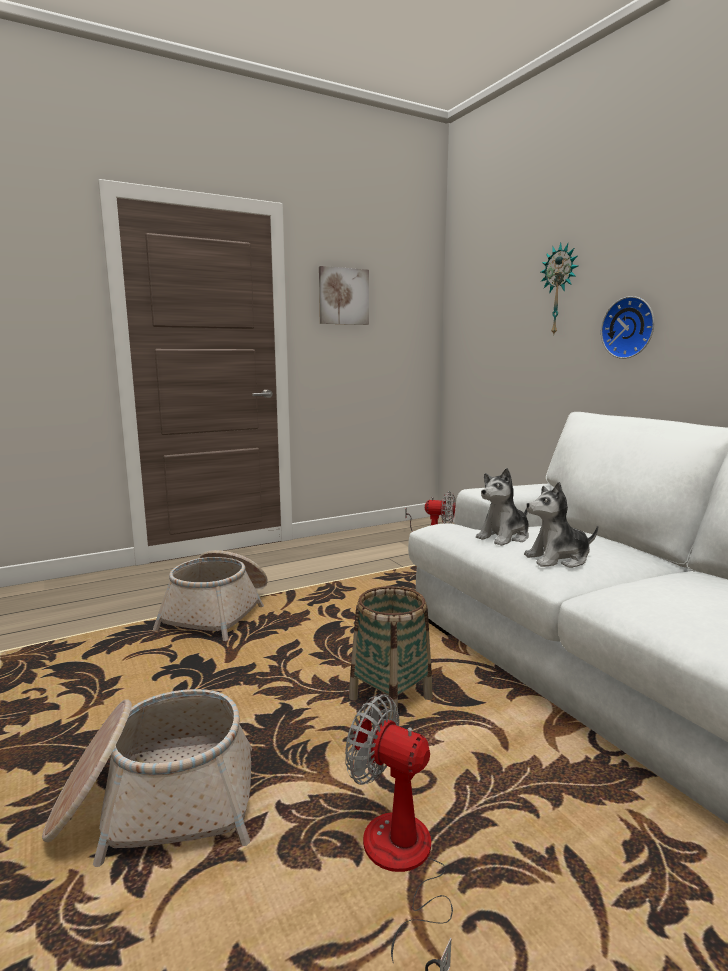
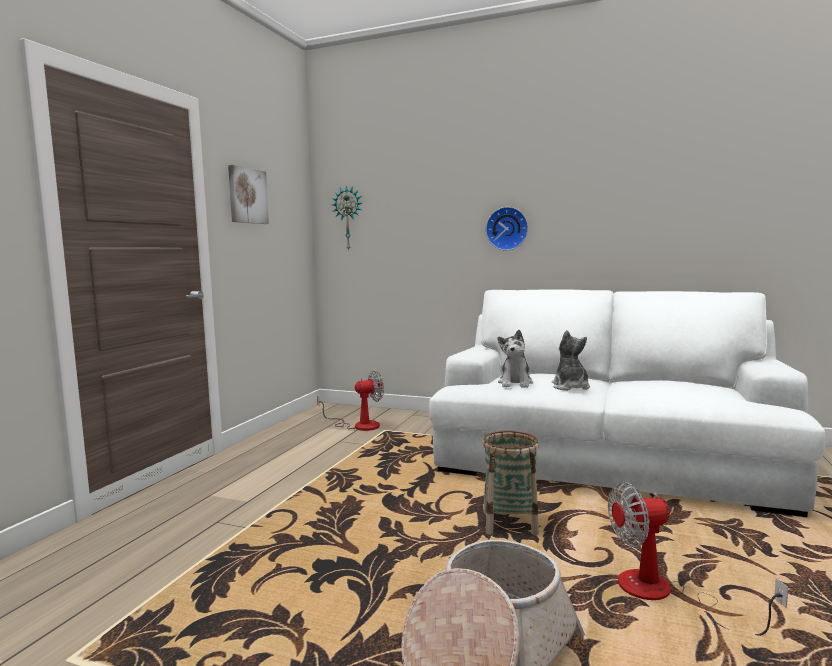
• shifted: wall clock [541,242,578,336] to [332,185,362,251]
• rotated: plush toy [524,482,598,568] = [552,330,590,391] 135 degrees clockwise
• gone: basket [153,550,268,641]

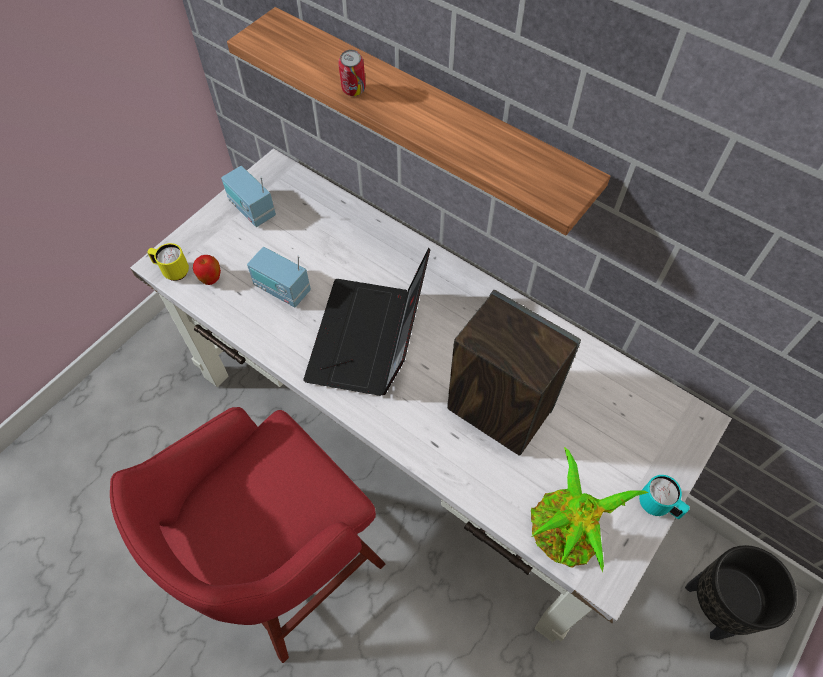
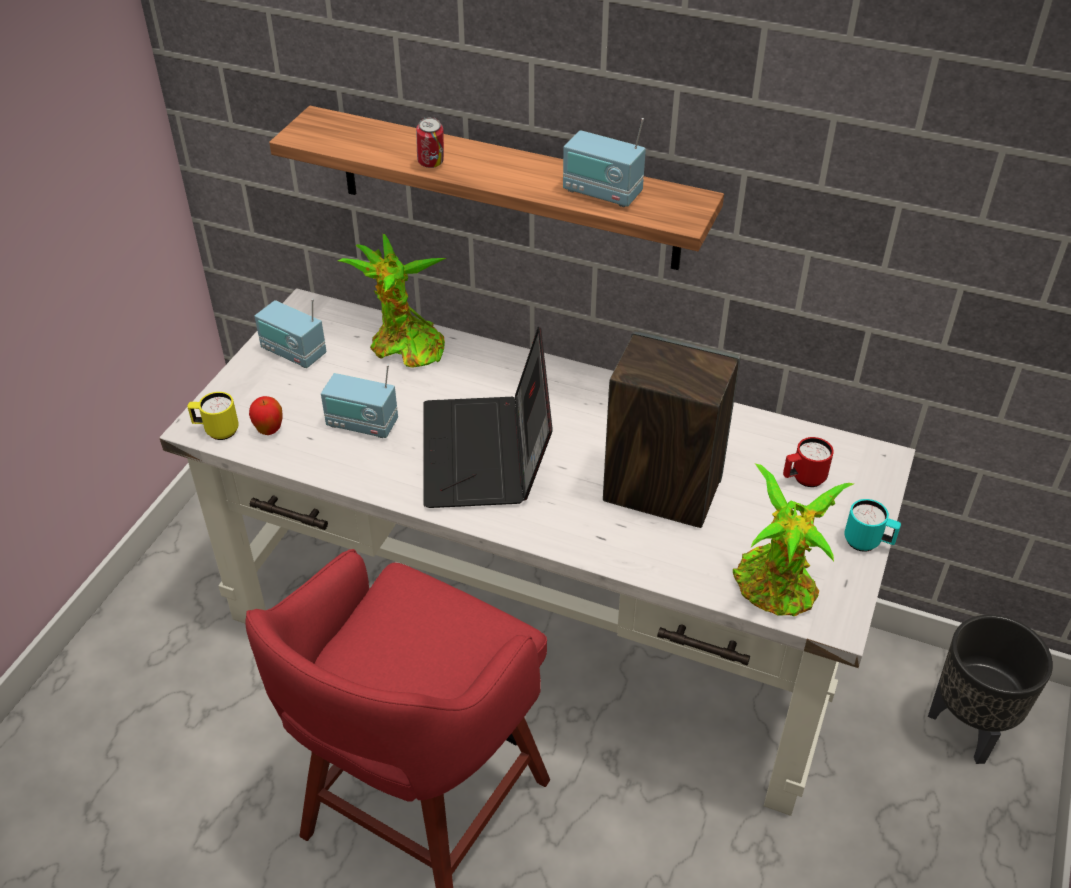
• new: radio [563,118,646,207]
• new: potted plant [338,234,446,368]
• new: red mug [783,437,834,487]

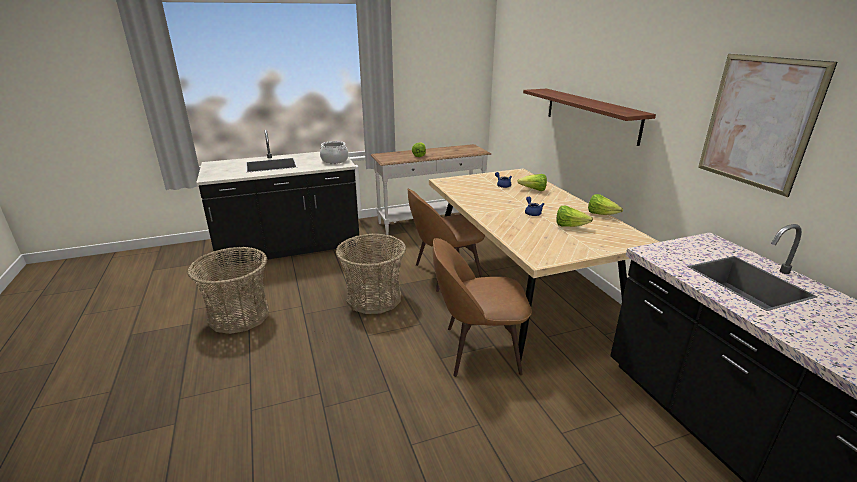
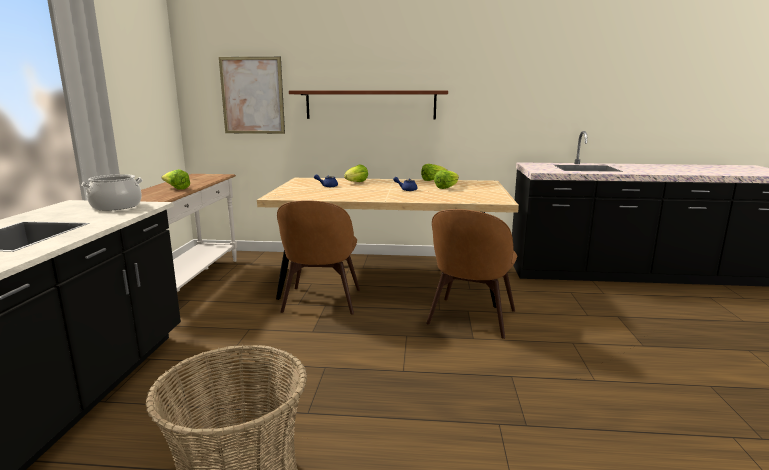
• shifted: picture [698,54,838,197] to [219,57,285,134]
• gone: basket [336,234,406,314]

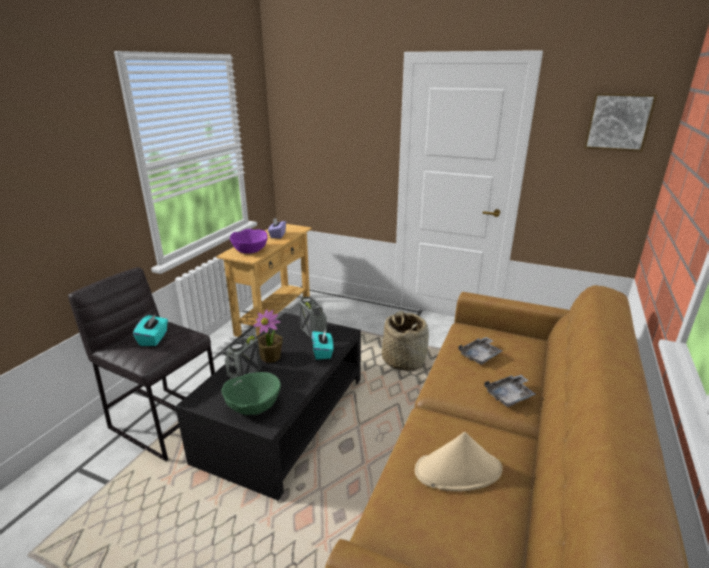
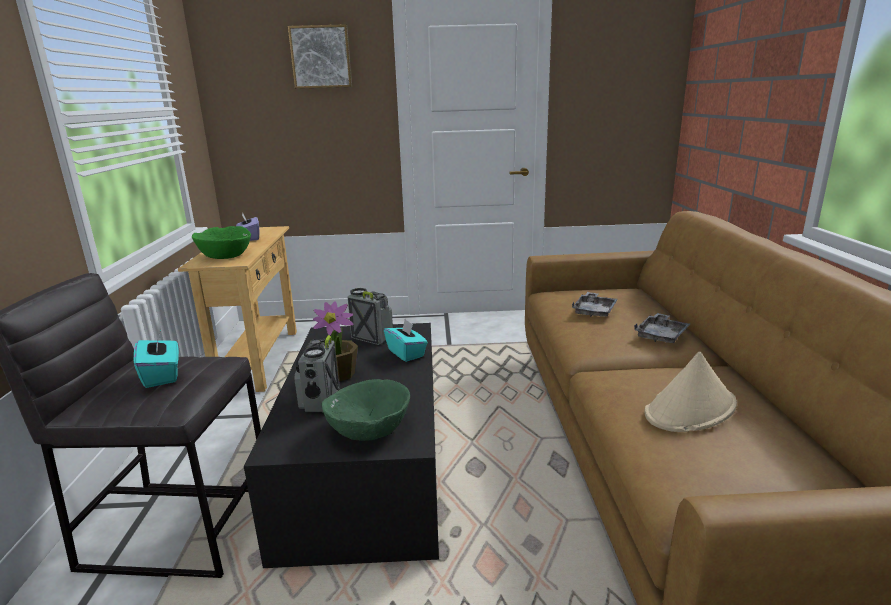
• shifted: picture [584,93,657,152] to [288,24,352,89]
• repainted: purple bowl [230,229,268,254] to green bowl [192,226,251,259]
• gone: basket [382,311,429,371]

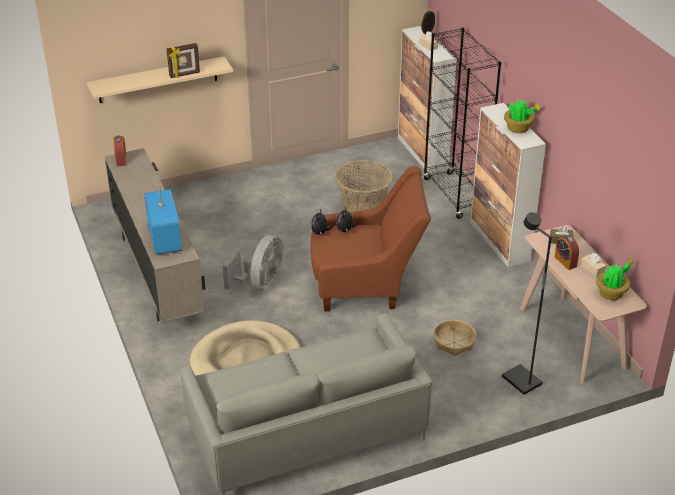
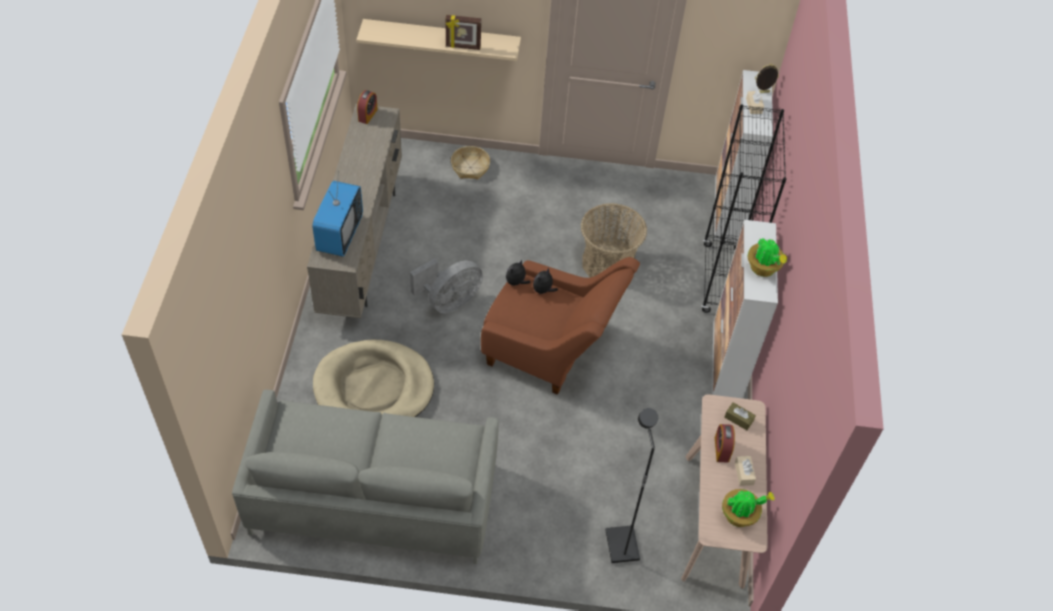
• shifted: basket [434,320,476,356] to [451,146,490,179]

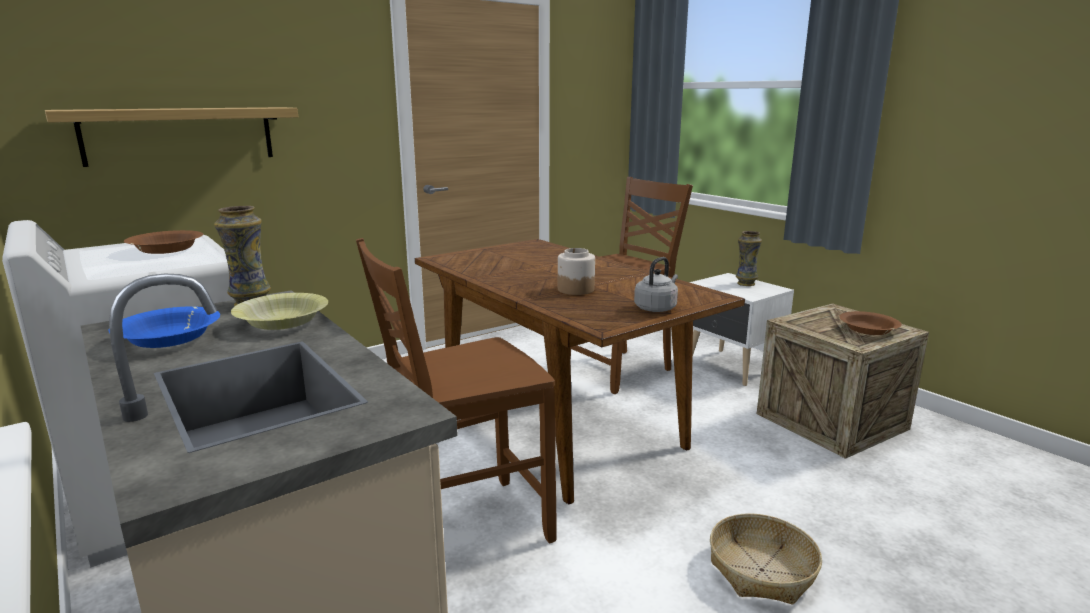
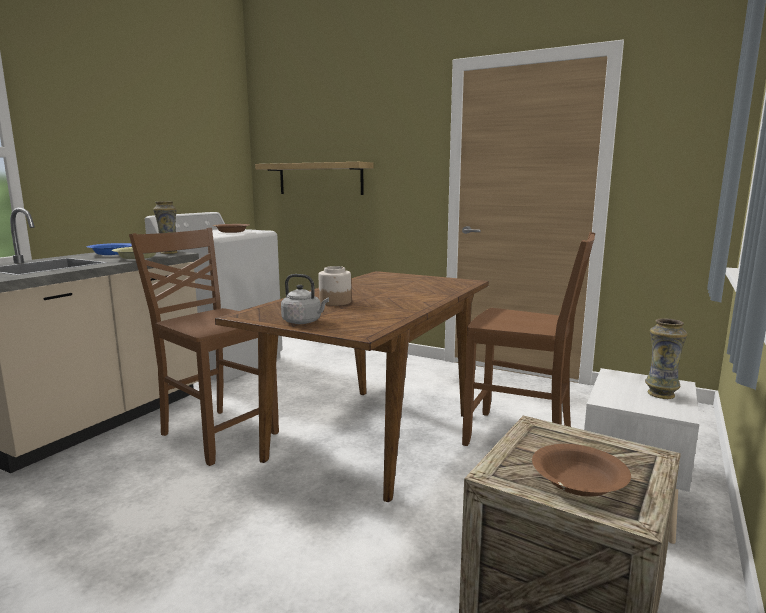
• gone: basket [710,513,822,605]

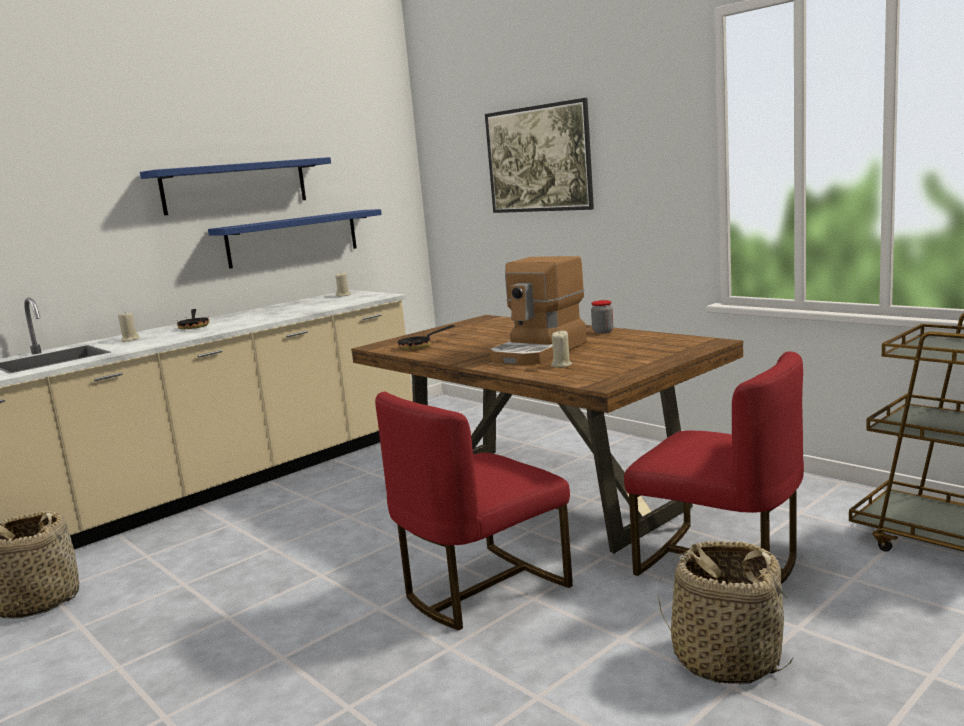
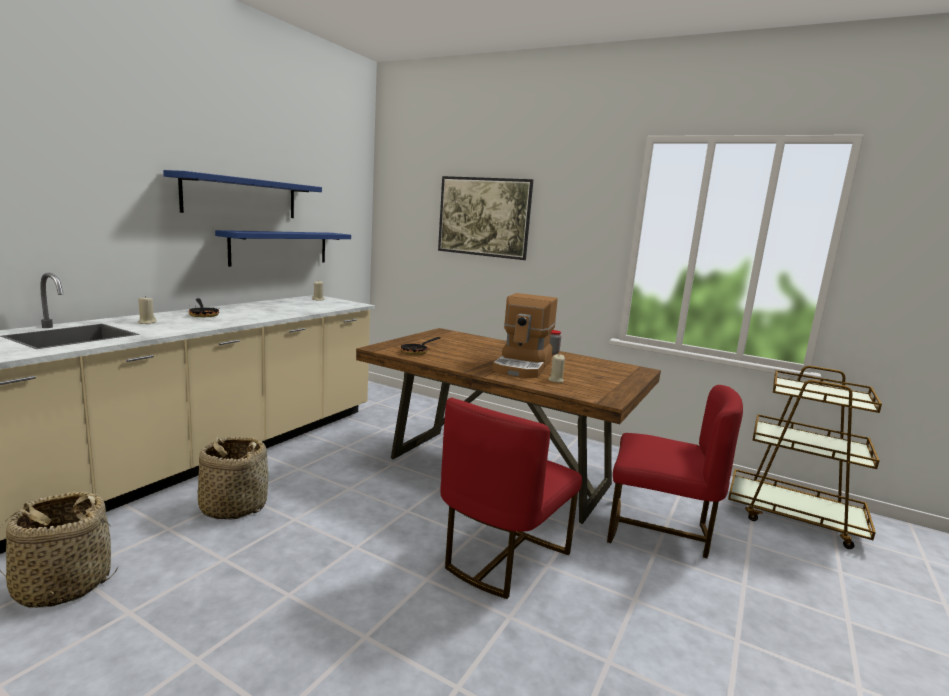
• shifted: basket [658,541,793,684] to [198,437,268,520]

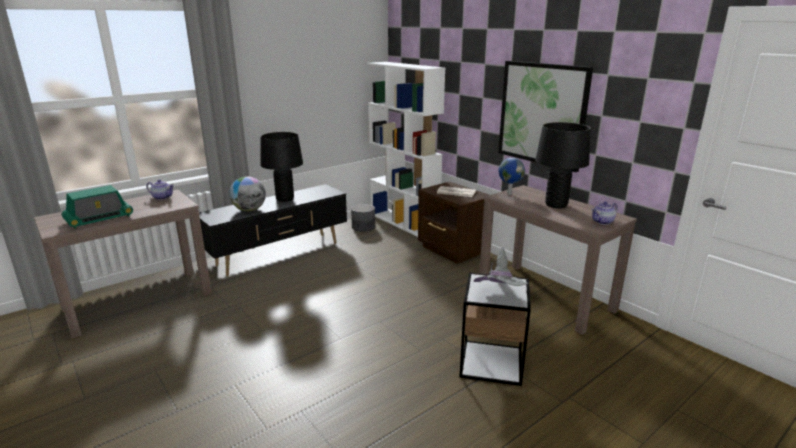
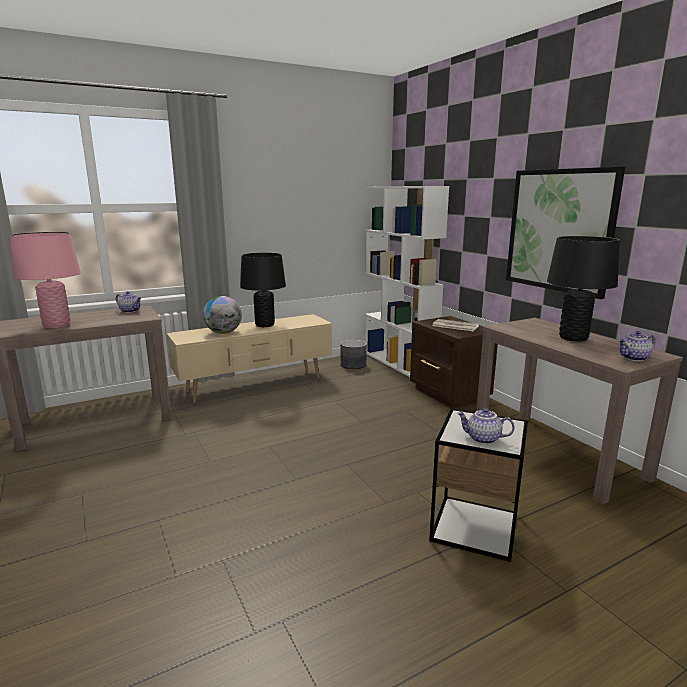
• gone: globe [498,158,525,195]
• repainted: black tv stand [199,184,347,277] to beige tv stand [167,314,332,403]
• swapped: radio [62,185,133,229] to pink table lamp [10,232,81,328]
• swapped: grey hat [474,247,529,286] to teapot [457,408,514,444]

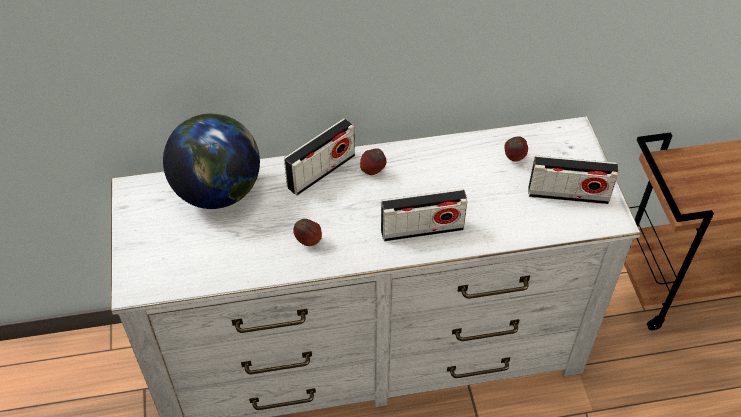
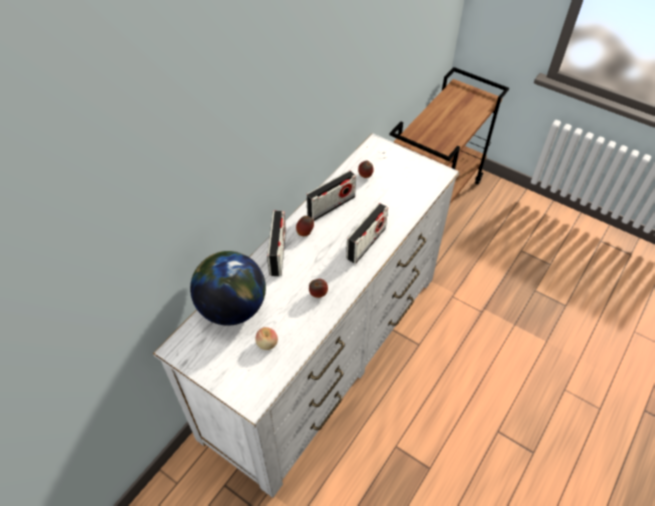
• shifted: radio [528,156,618,204] to [306,170,356,221]
• new: apple [255,327,278,350]

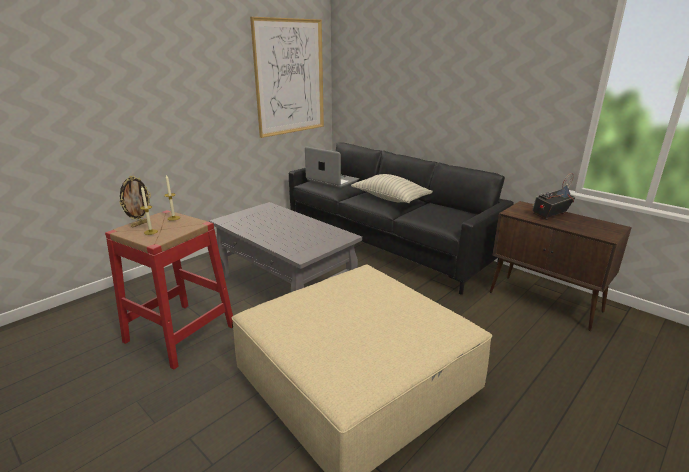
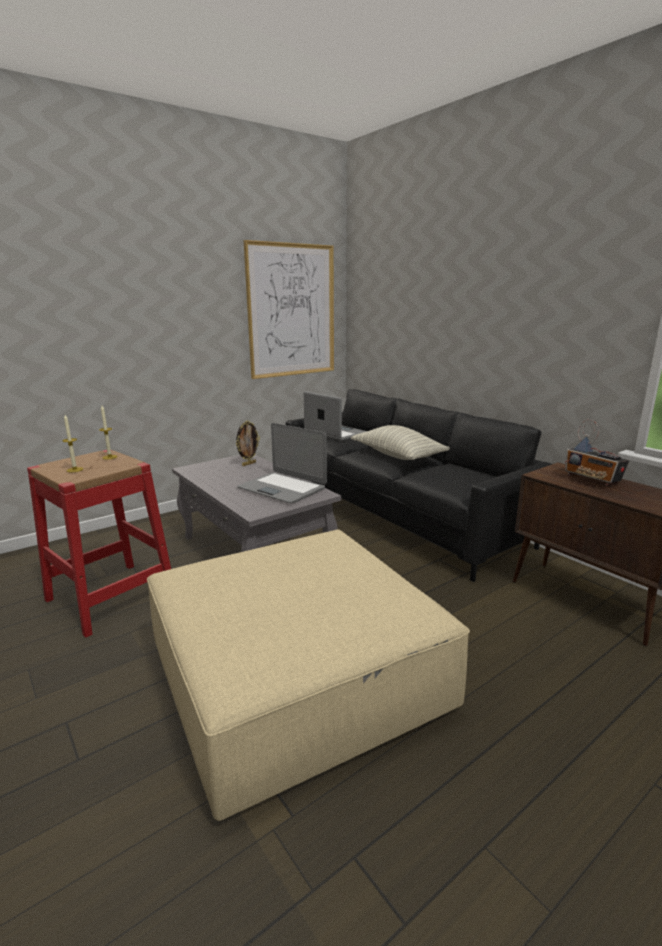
• rotated: radio [532,173,575,220] = [565,419,629,486] 105 degrees counterclockwise
• shifted: picture frame [120,176,151,227] to [236,420,260,466]
• new: laptop [237,423,327,503]

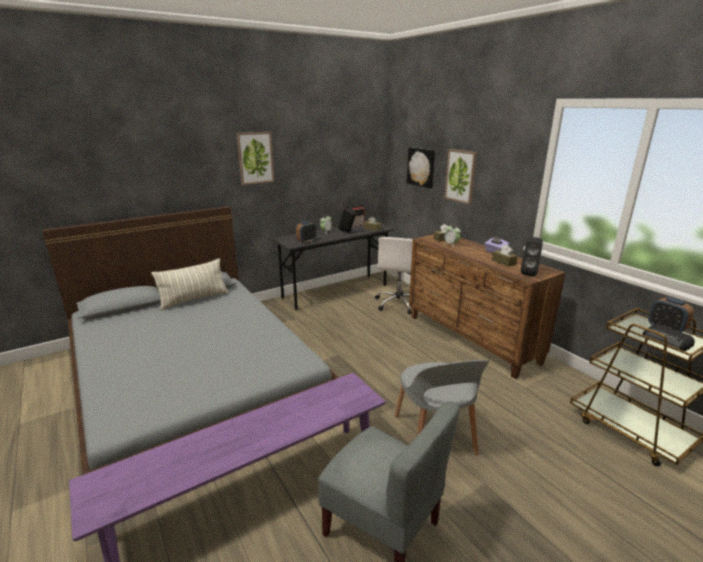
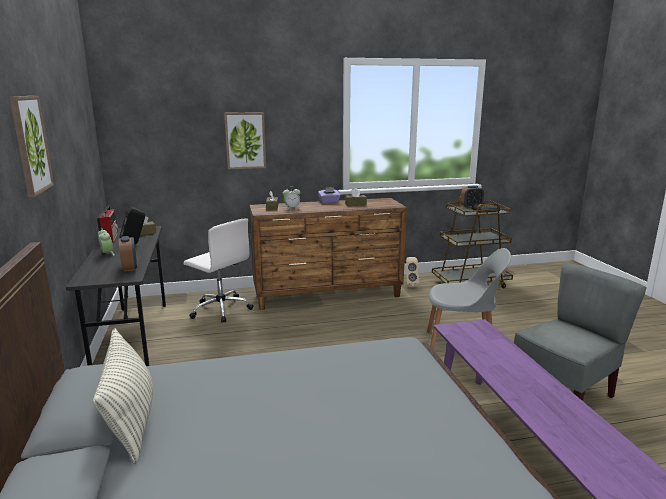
• gone: picture [407,147,435,188]
• gone: black speaker [521,237,543,276]
• new: beige speaker [406,257,419,287]

